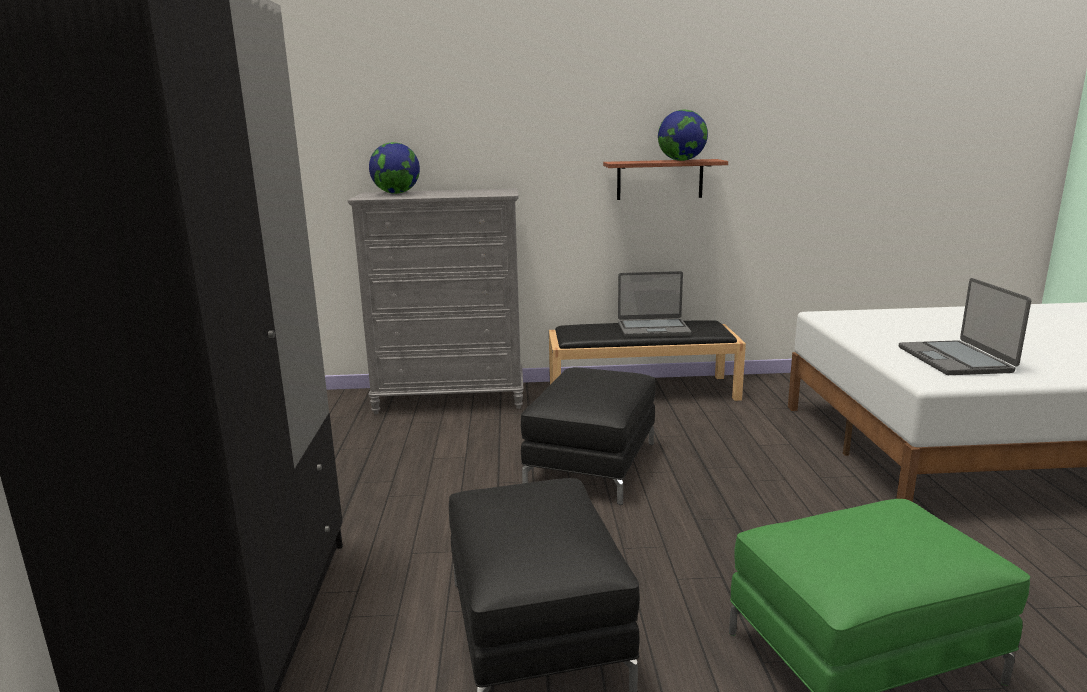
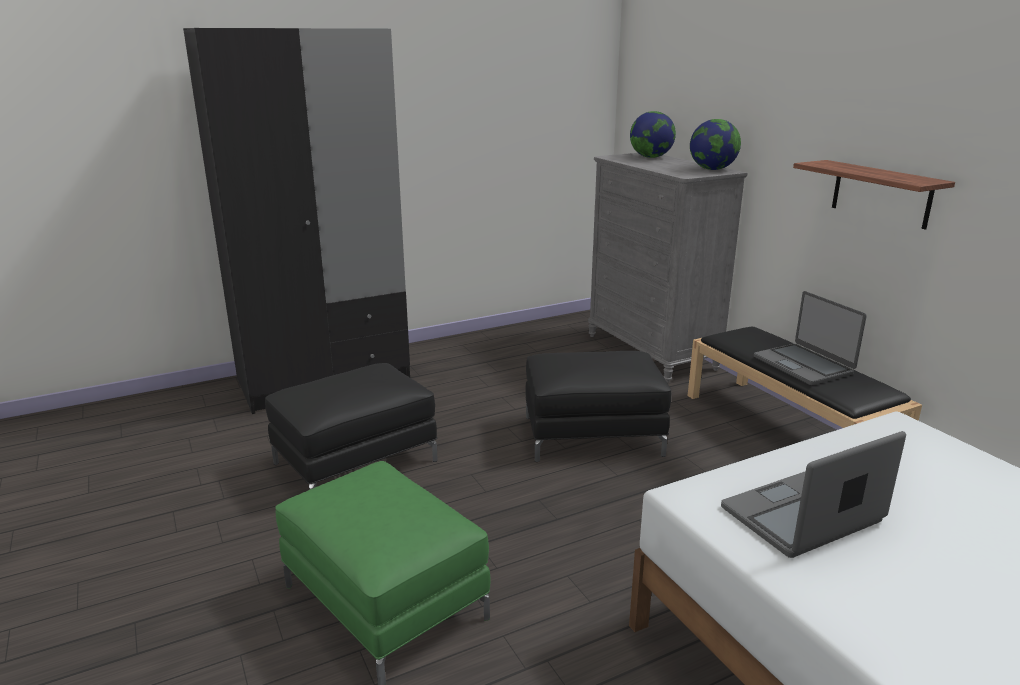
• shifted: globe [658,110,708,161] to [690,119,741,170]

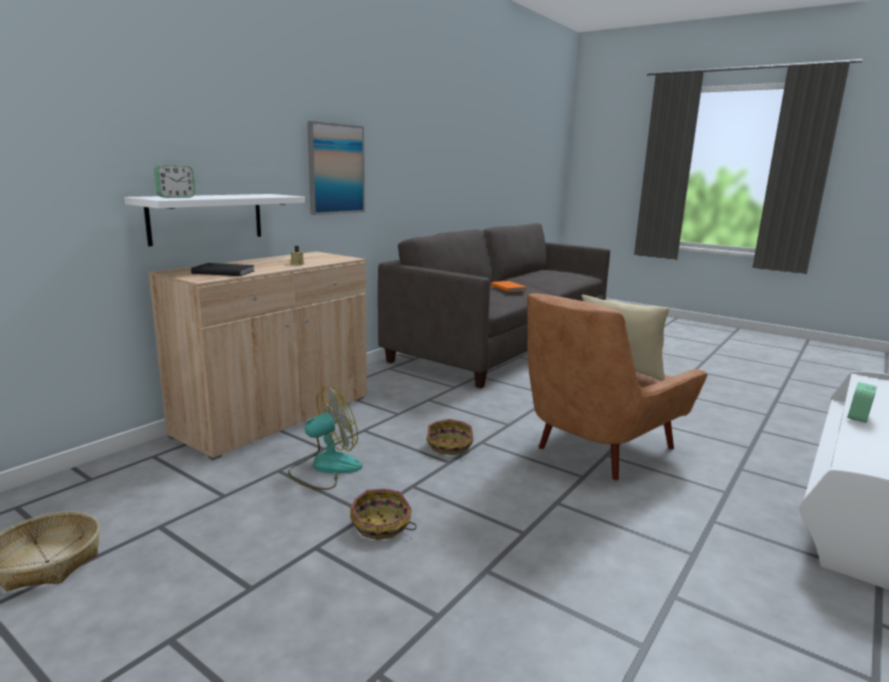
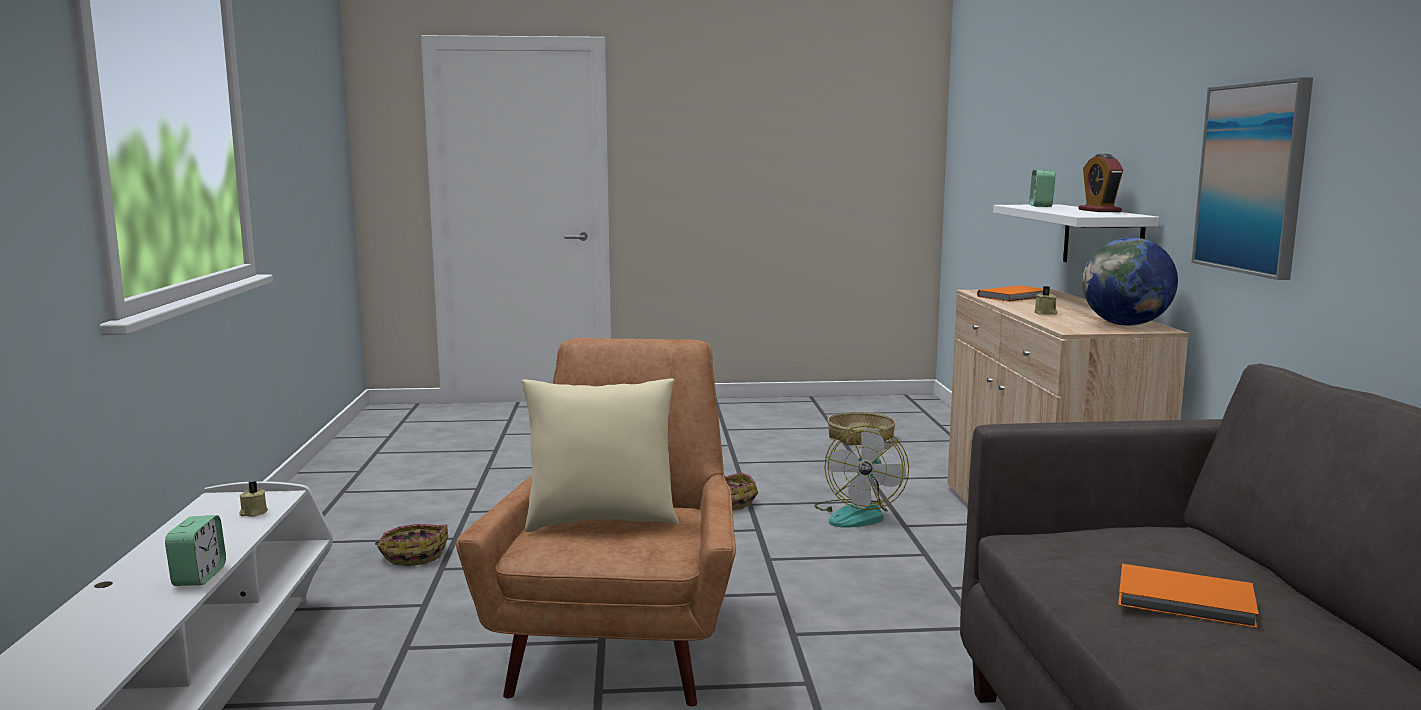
• repainted: black book [191,263,255,276] to orange book [977,286,1050,302]
• shifted: basket [426,419,474,455] to [375,524,448,566]
• new: alarm clock [1078,154,1123,212]
• new: globe [1083,237,1178,326]
• new: beige candle [239,481,268,517]

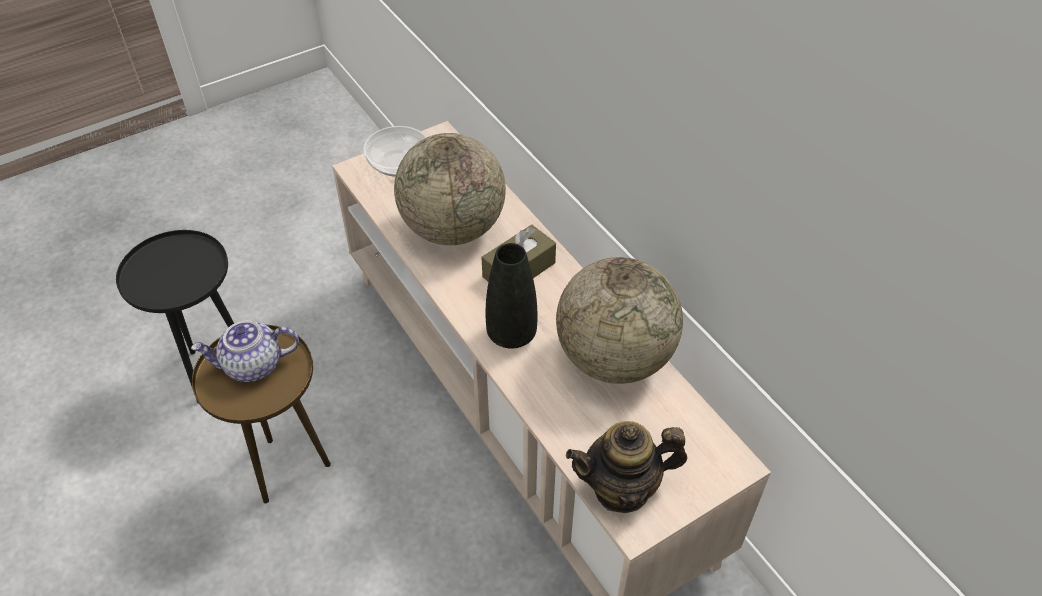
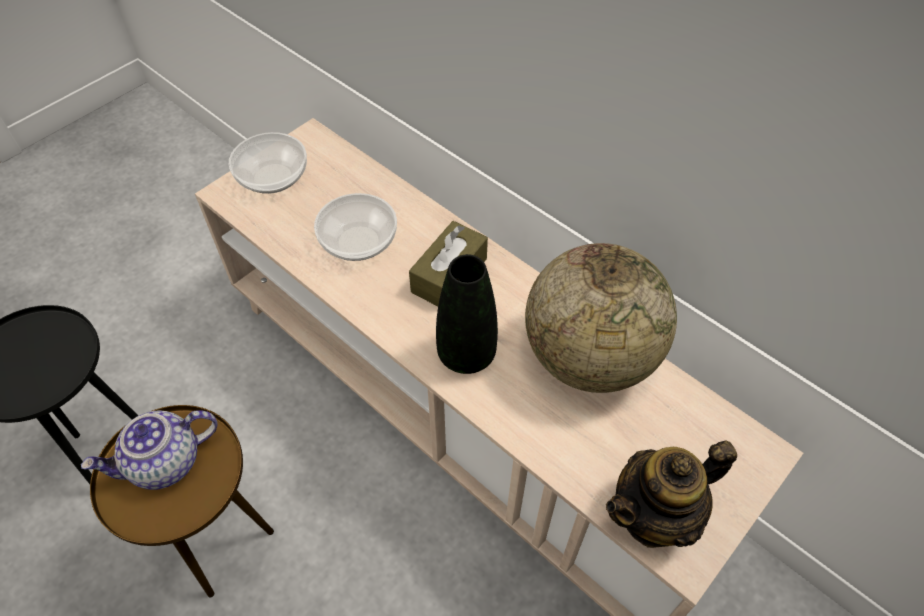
• swapped: globe [394,133,506,245] to bowl [314,193,397,261]

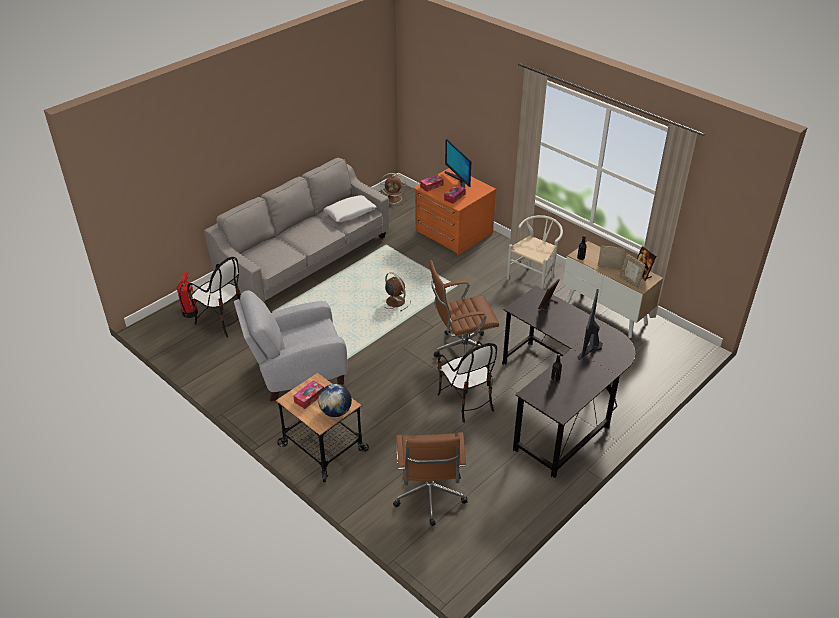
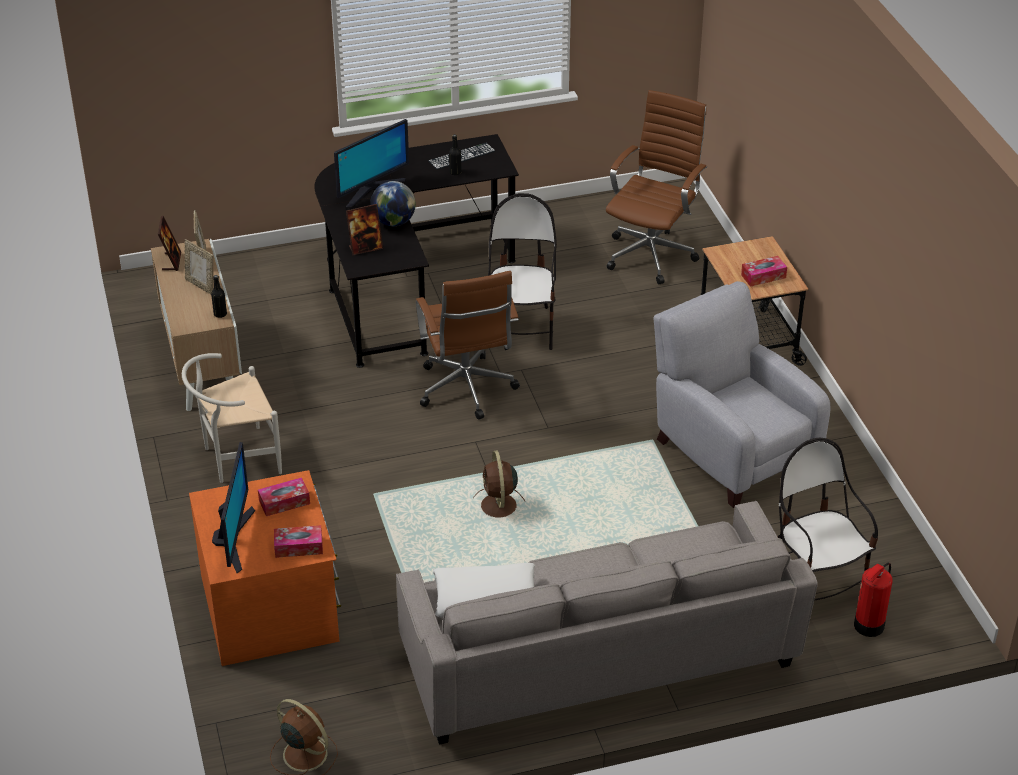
• rotated: brown office chair [429,260,499,357] = [416,271,520,419] 60 degrees clockwise
• rotated: grey armchair [234,290,347,402] = [654,281,831,508] 135 degrees counterclockwise
• shifted: globe [318,384,352,417] to [370,181,416,226]
• new: keyboard [428,143,495,170]

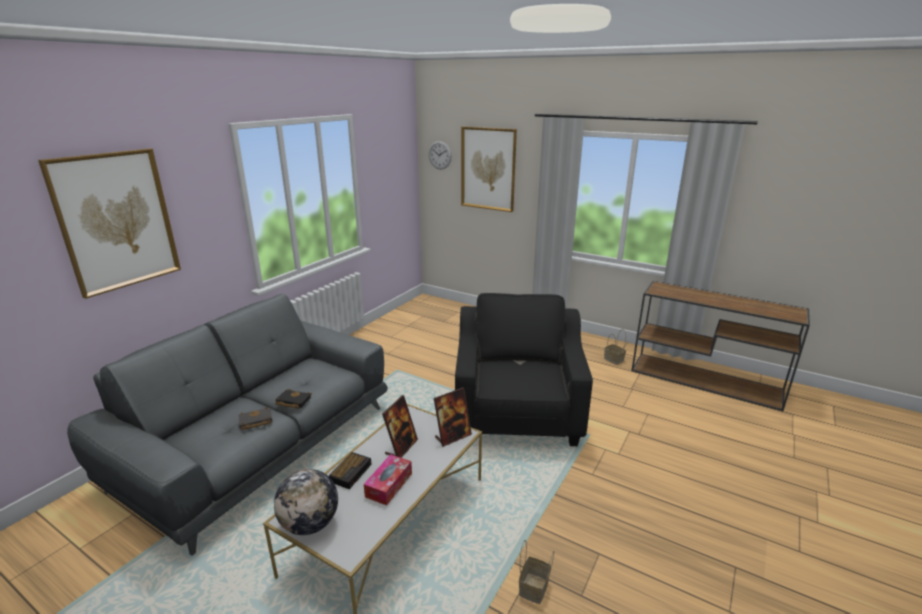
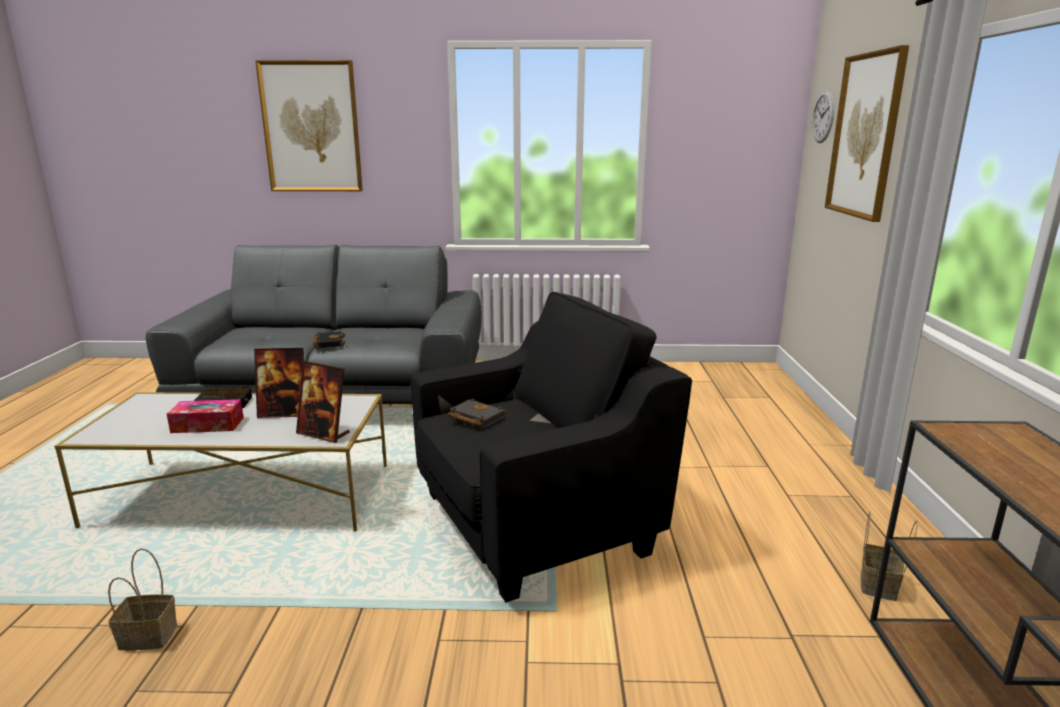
• shifted: black book [238,407,273,430] to [448,398,506,428]
• gone: globe [274,469,338,535]

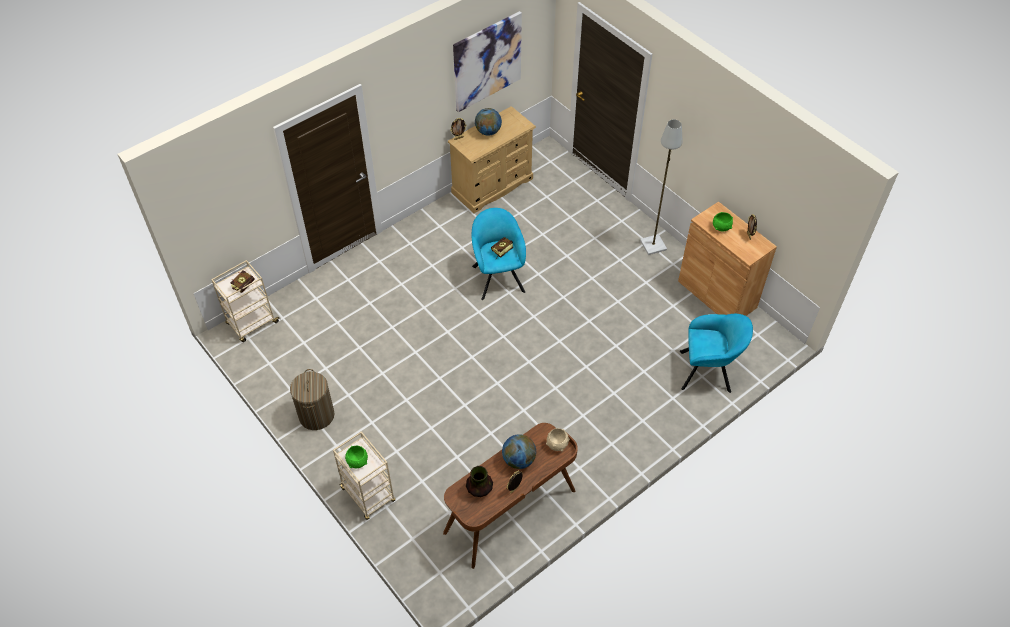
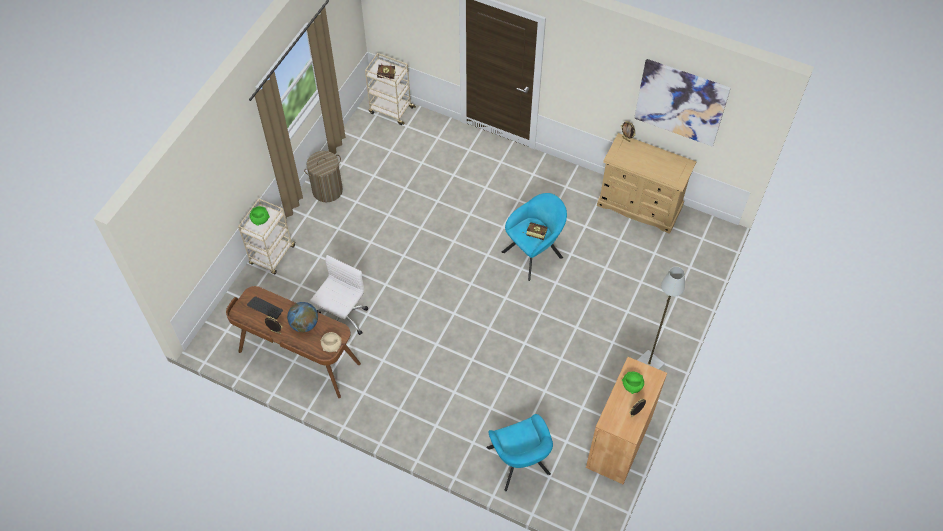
• gone: globe [475,108,502,136]
• swapped: vase [466,466,493,497] to keyboard [247,296,283,319]
• new: white office chair [310,255,368,335]

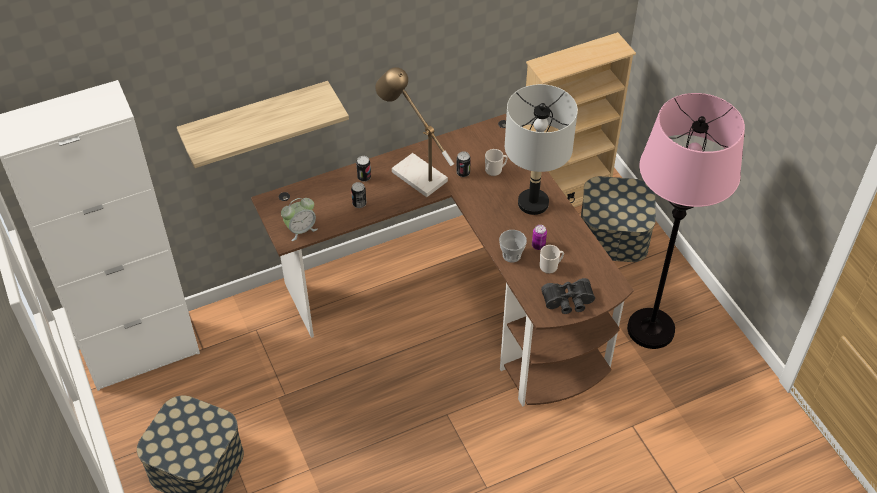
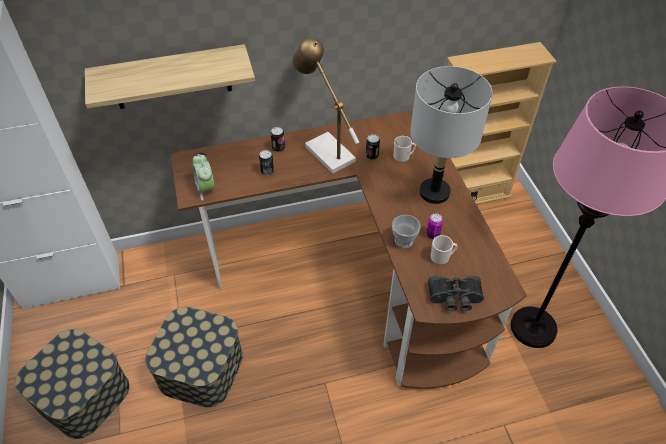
• shifted: storage box [581,176,656,262] to [145,307,243,408]
• rotated: alarm clock [281,198,318,241] = [193,154,214,201] 90 degrees clockwise

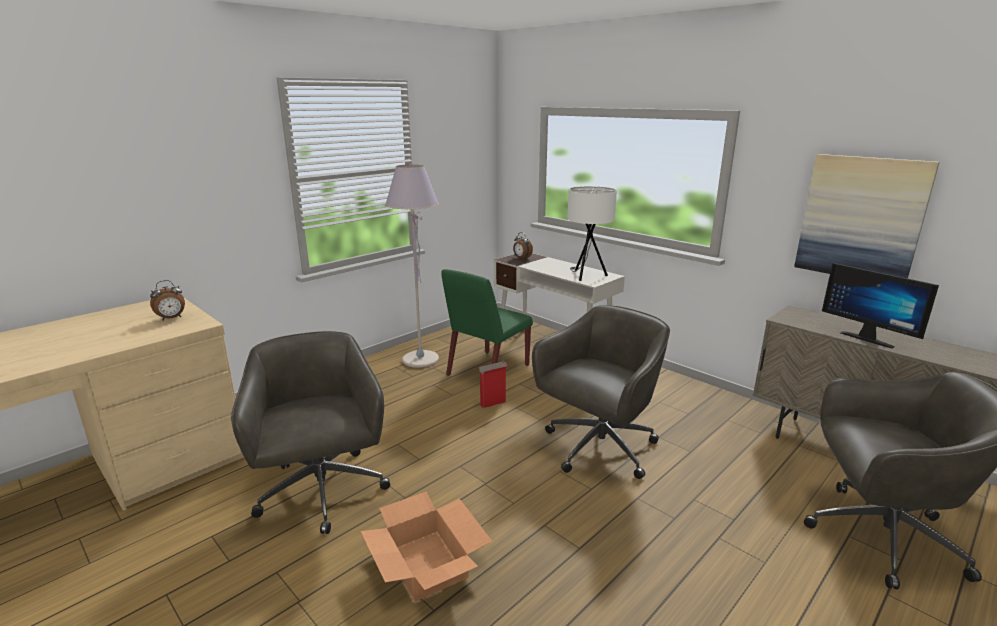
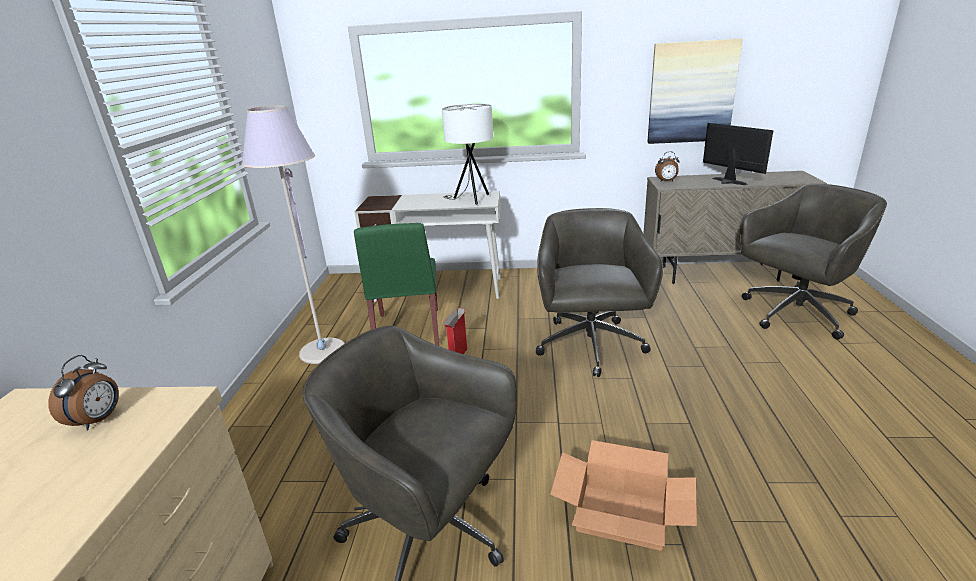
• shifted: alarm clock [513,232,533,260] to [655,152,680,181]
• rotated: monitor [822,263,939,349] = [703,123,774,185] 135 degrees counterclockwise

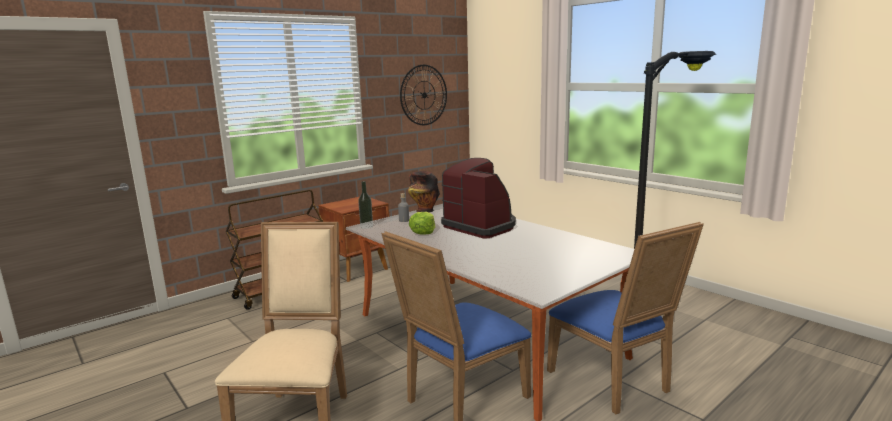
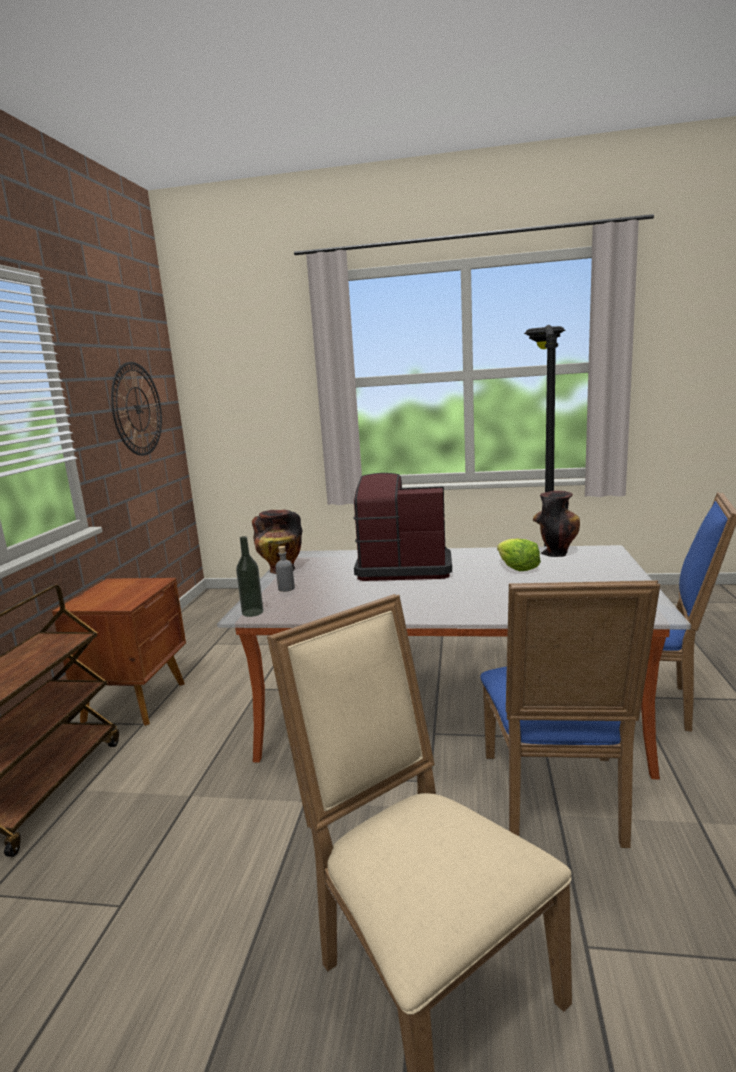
• shifted: lettuce [409,212,435,235] to [497,539,541,571]
• new: vase [533,491,580,557]

